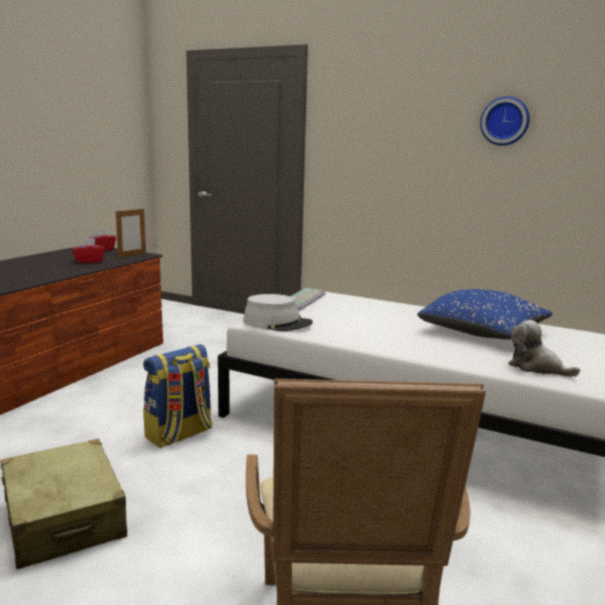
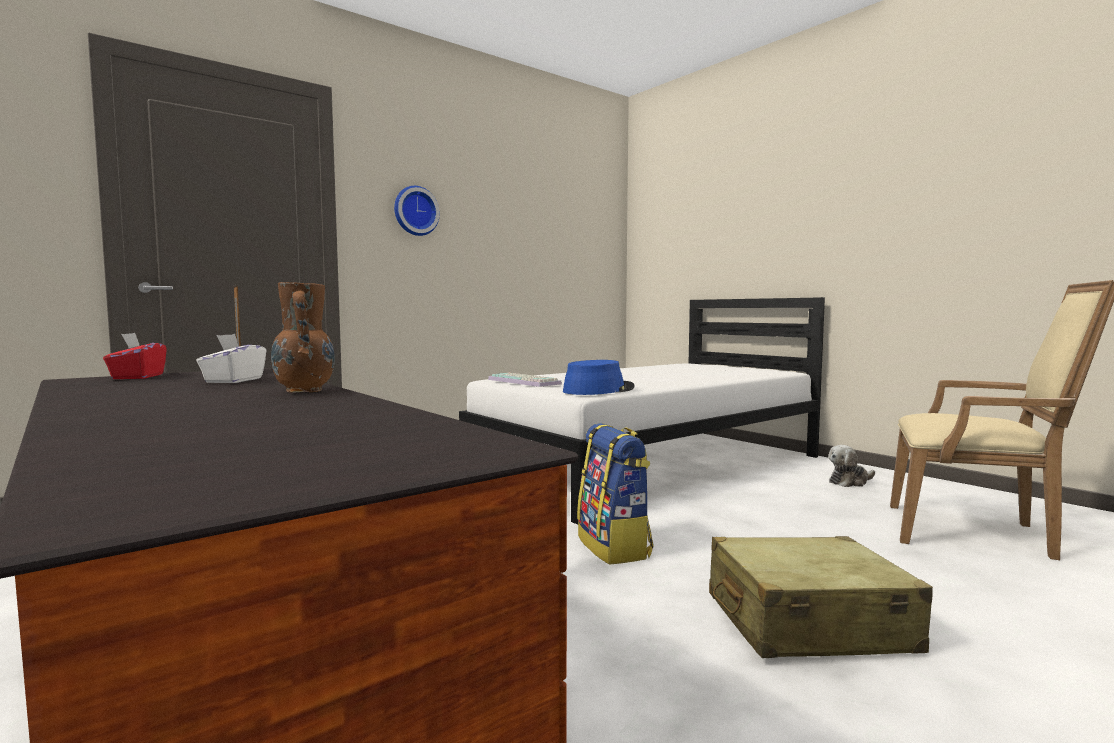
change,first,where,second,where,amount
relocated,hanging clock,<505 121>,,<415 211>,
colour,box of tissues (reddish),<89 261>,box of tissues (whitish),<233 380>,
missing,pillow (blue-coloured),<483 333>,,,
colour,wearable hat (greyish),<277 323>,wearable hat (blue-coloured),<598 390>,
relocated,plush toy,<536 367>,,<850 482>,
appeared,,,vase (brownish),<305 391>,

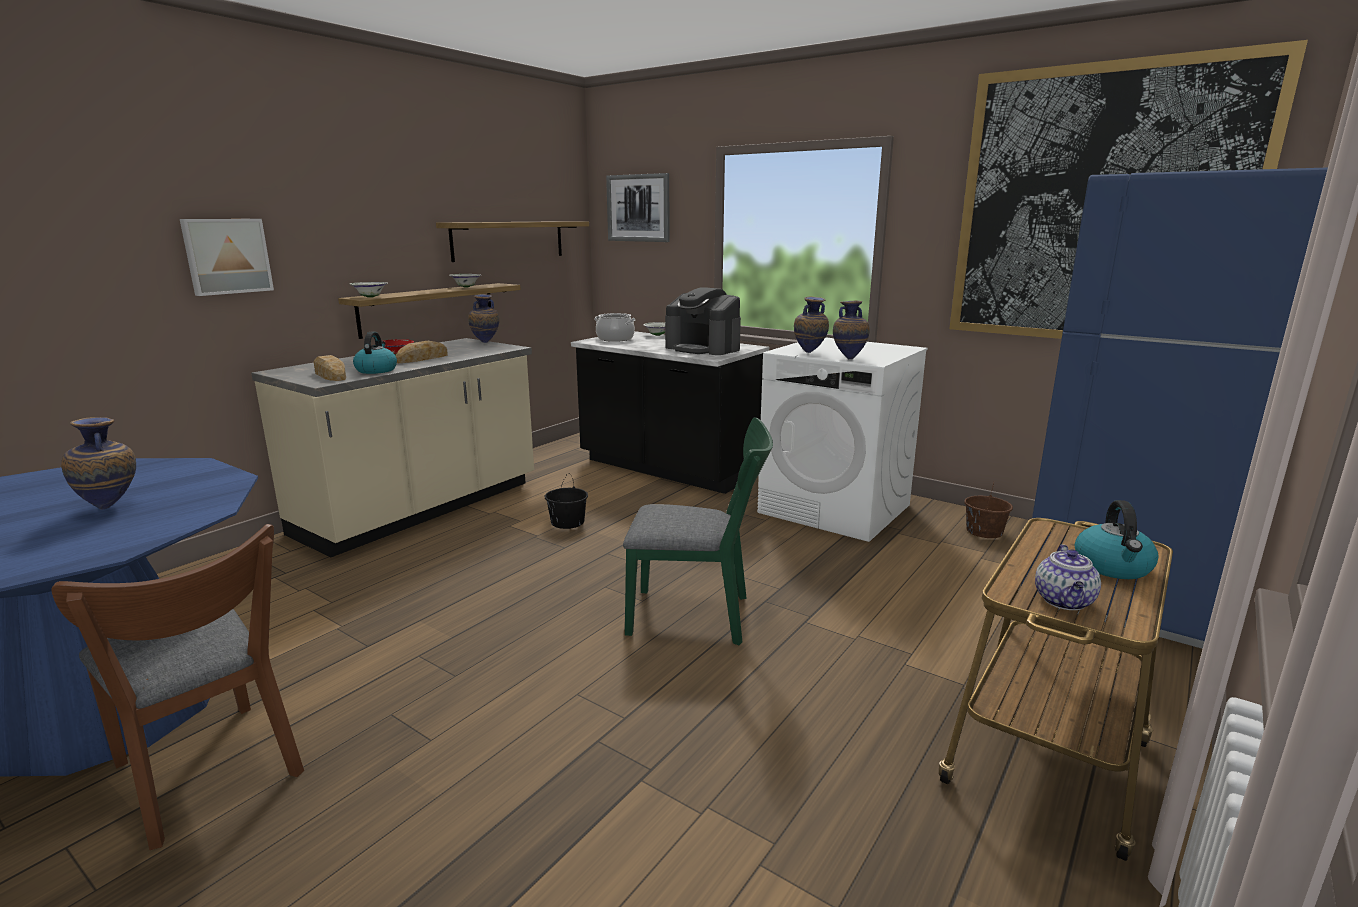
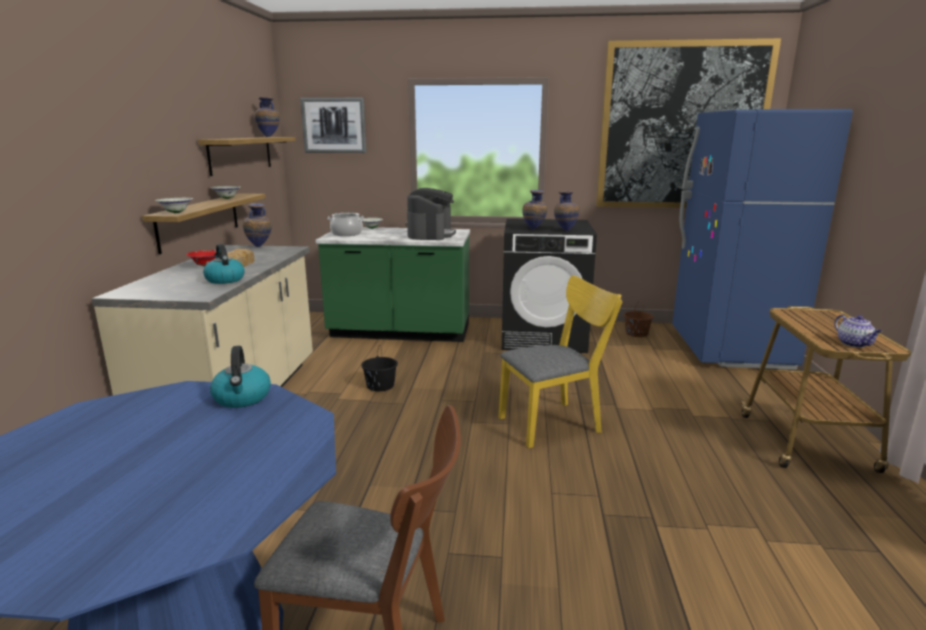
change,first,where,second,where,amount
missing,picture,<227 256>,,,
spun,coffee brewer,<703 348>,,<431 234>,90 degrees counterclockwise
colour,kitchen base unit (blackish),<668 468>,kitchen base unit (green-coloured),<400 332>,
colour,washing machine (whitish),<835 509>,washing machine (blackish),<543 337>,
missing,bread,<331 375>,,,
relocated,vase,<111 507>,,<269 137>,
colour,plain chair (green-coloured),<699 616>,plain chair (yellowish),<555 422>,
relocated,kettle,<1113 567>,,<242 398>,

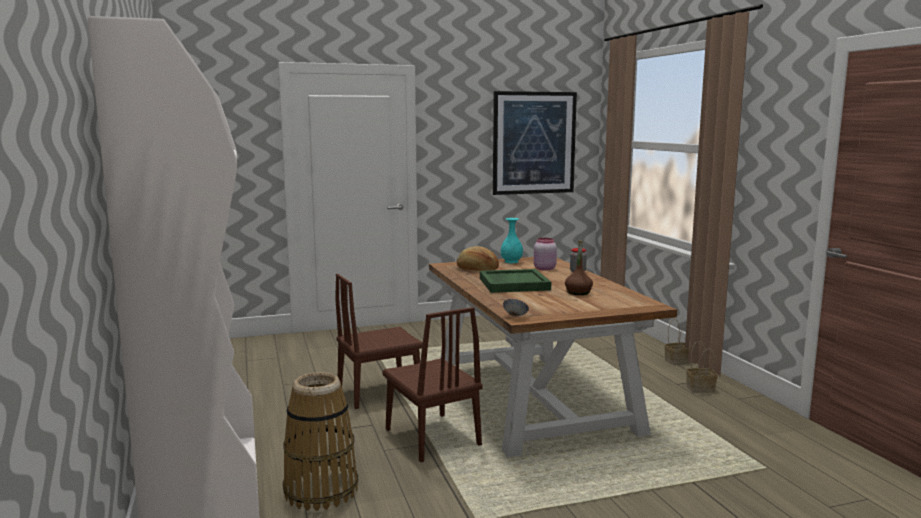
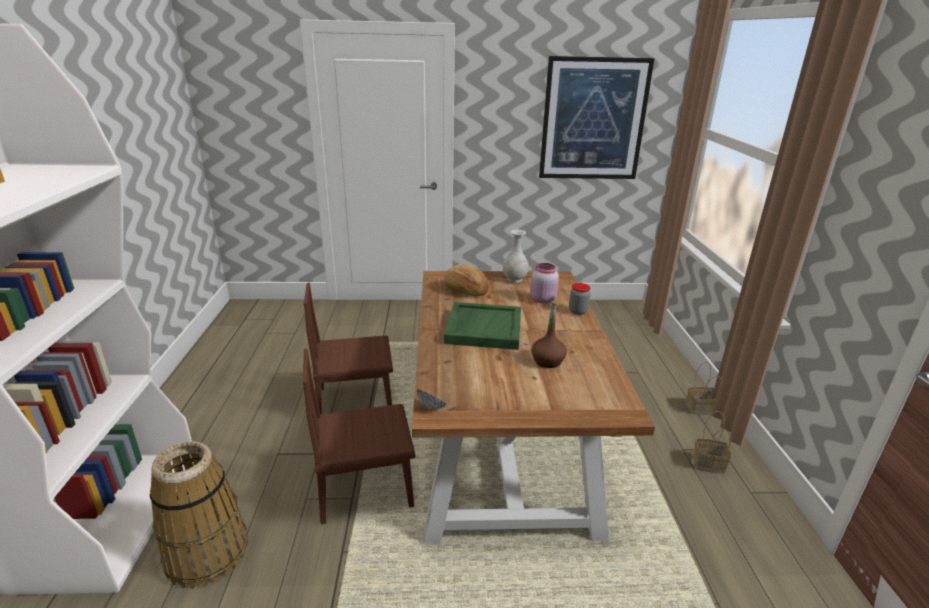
change,first,where,second,where,amount
colour,vase (blue-green),<511 262>,vase (whitish),<515 279>,
spun,plain chair (brownish),<432 437>,,<365 488>,90 degrees clockwise

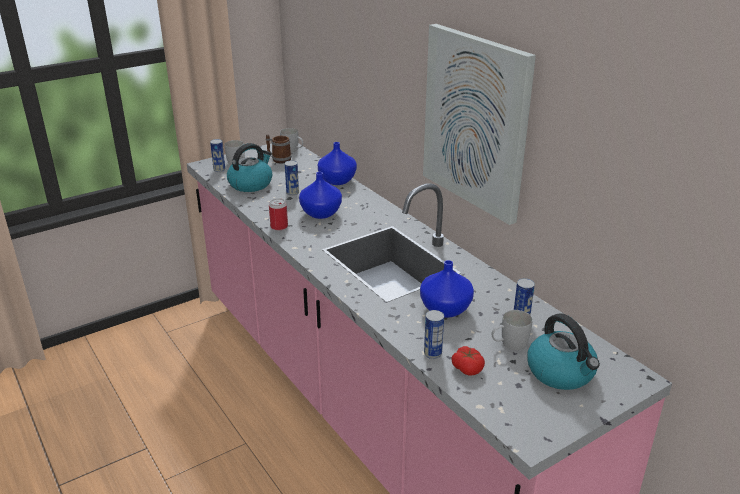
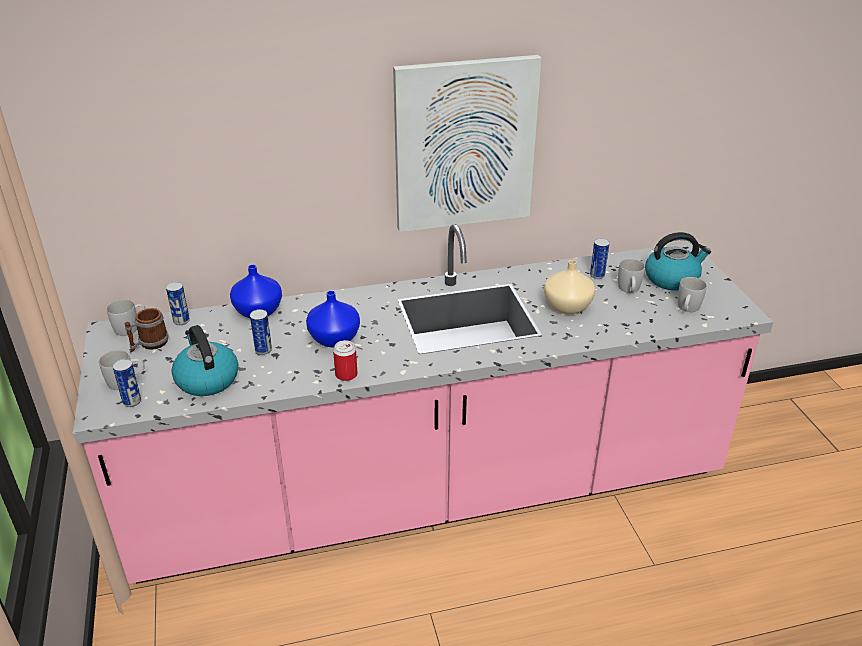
change,first,where,second,where,amount
colour,vase (blue-coloured),<445 308>,vase (sand-coloured),<566 306>,
relocated,can,<432 353>,,<181 321>,
missing,tomato,<467 368>,,,
appeared,,,mug (whitish),<687 309>,

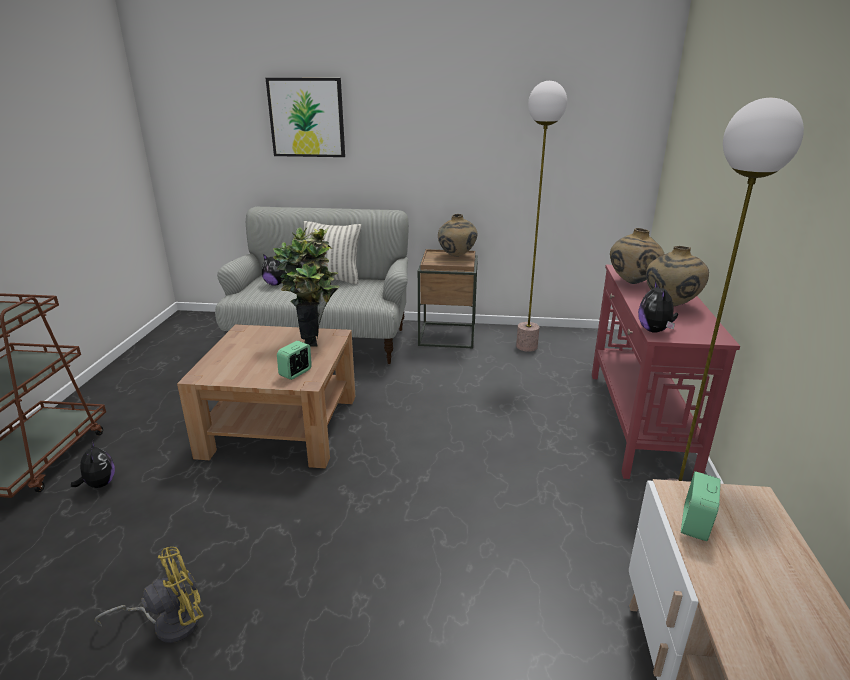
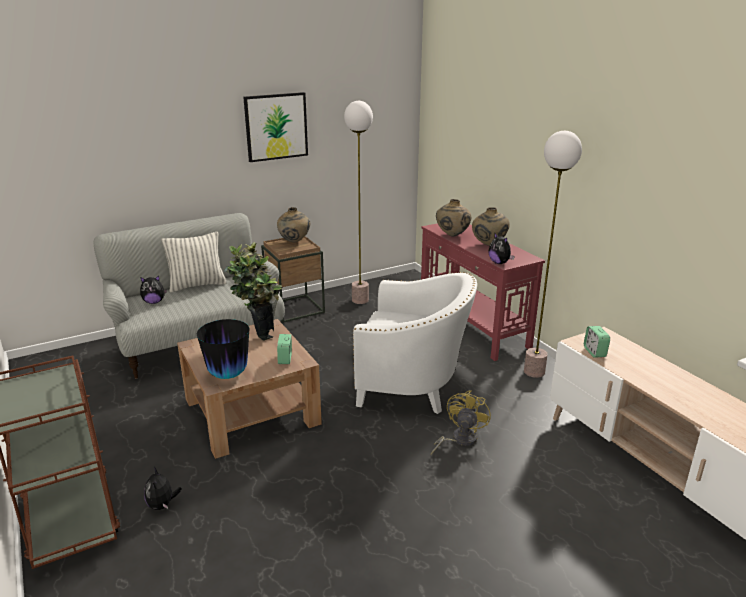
change,first,where,second,where,amount
relocated,picture,<307 117>,,<276 126>,
spun,plush toy,<99 484>,,<162 505>,135 degrees counterclockwise
relocated,fan (yellowish),<169 623>,,<459 440>,
appeared,,,easy chair (whitish),<413 386>,
appeared,,,vase,<228 375>,

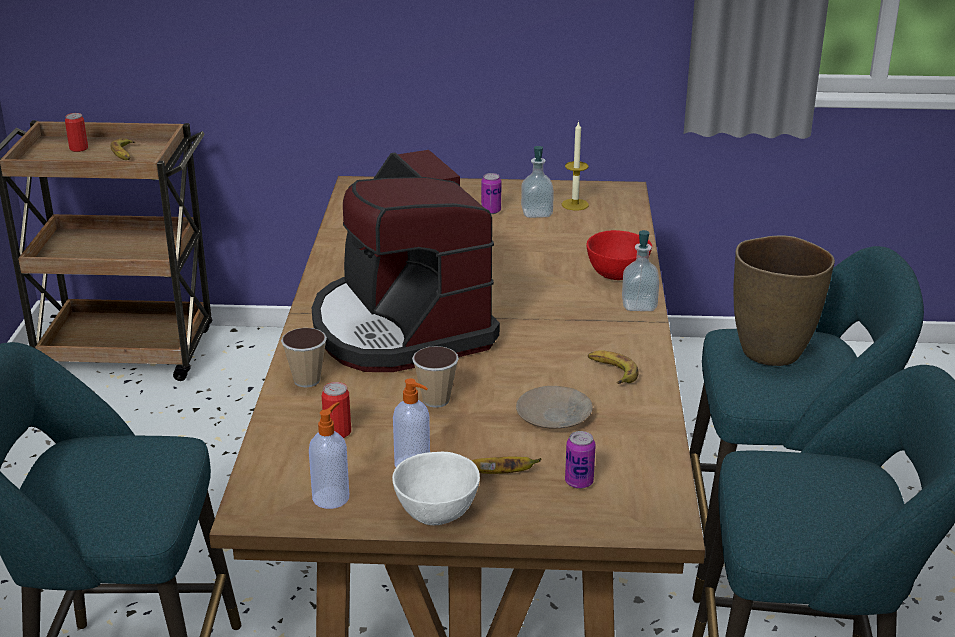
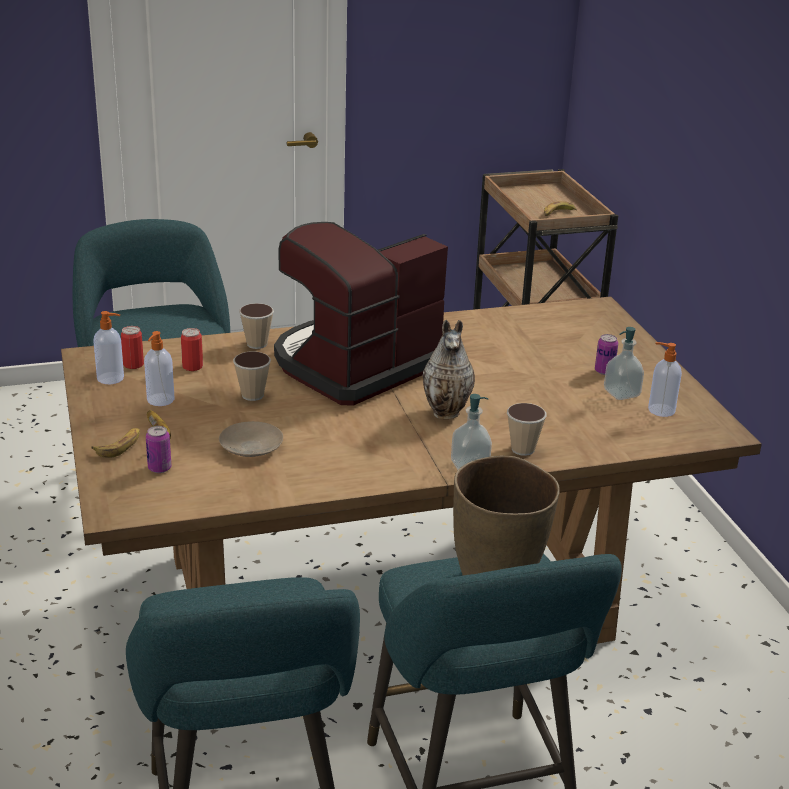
change,first,where,second,where,amount
relocated,can,<79 148>,,<133 364>,
exchanged,wax candle,<575 204>,liquid soap bottle,<660 410>,
exchanged,serving bowl (reddish),<618 275>,drinking cup,<523 449>,
relocated,banana fruit,<611 371>,,<119 446>,
missing,serving bowl (whitish),<437 513>,,,
appeared,,,vase,<447 412>,

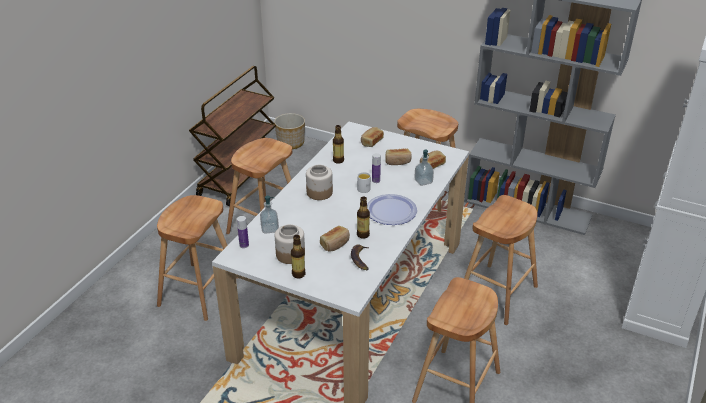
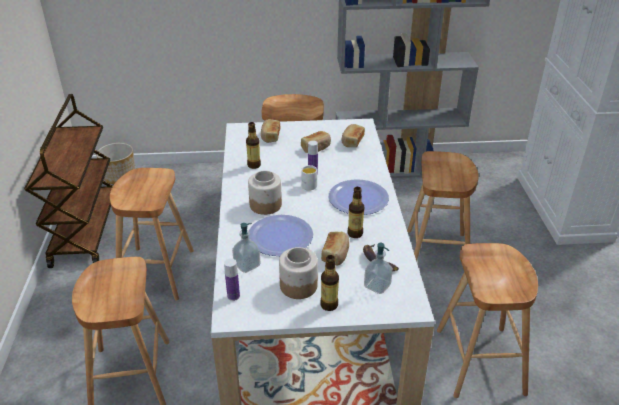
change,first,where,second,where,amount
relocated,liquid soap bottle,<423 181>,,<377 286>,
appeared,,,dinner plate,<280 237>,

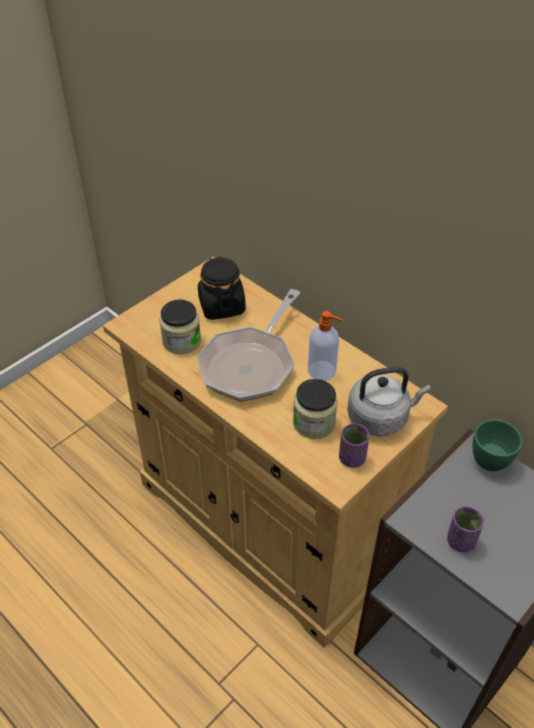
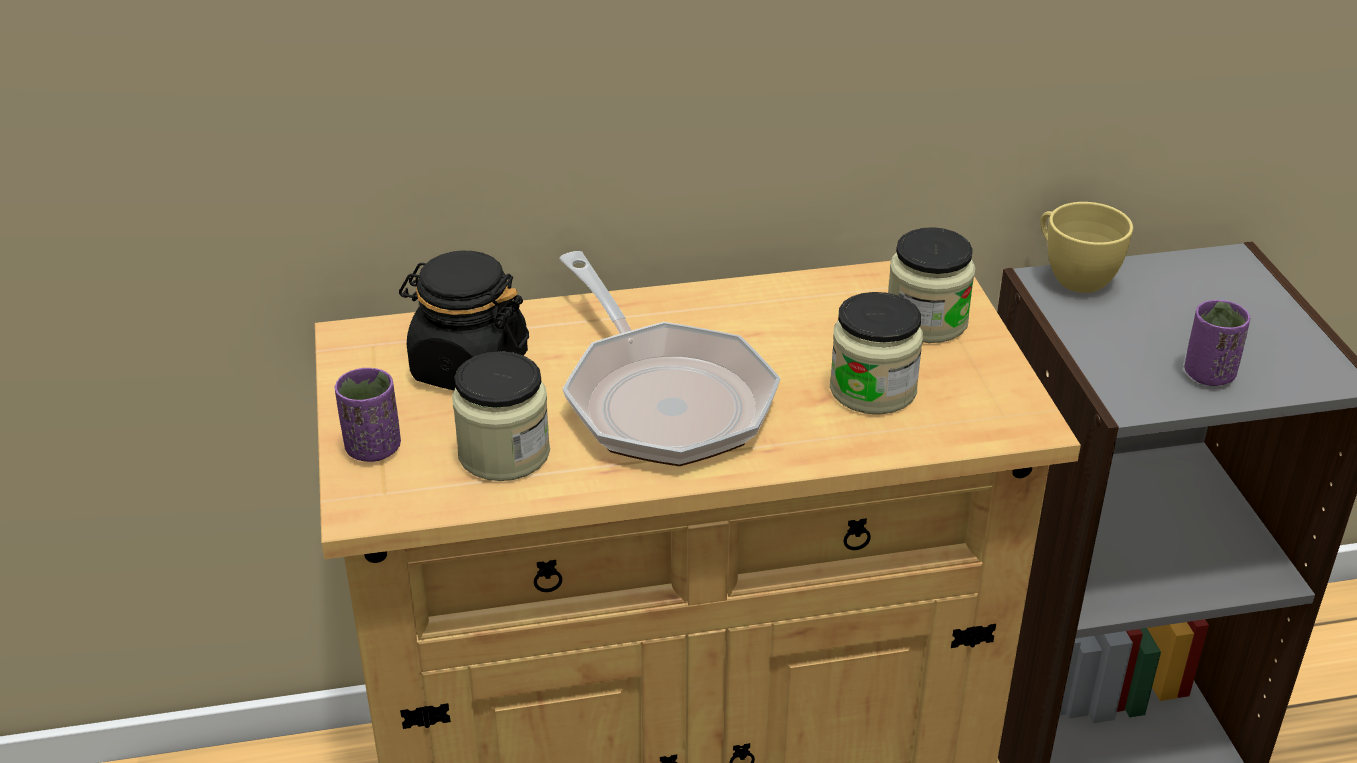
change,first,where,second,where,amount
missing,liquid soap bottle,<322 371>,,,
exchanged,kettle (greyish),<380 418>,storage jar,<926 321>,
colour,drinking cup (green-coloured),<490 456>,drinking cup (yellowish),<1073 276>,
relocated,drinking cup (purple),<352 458>,,<373 448>,

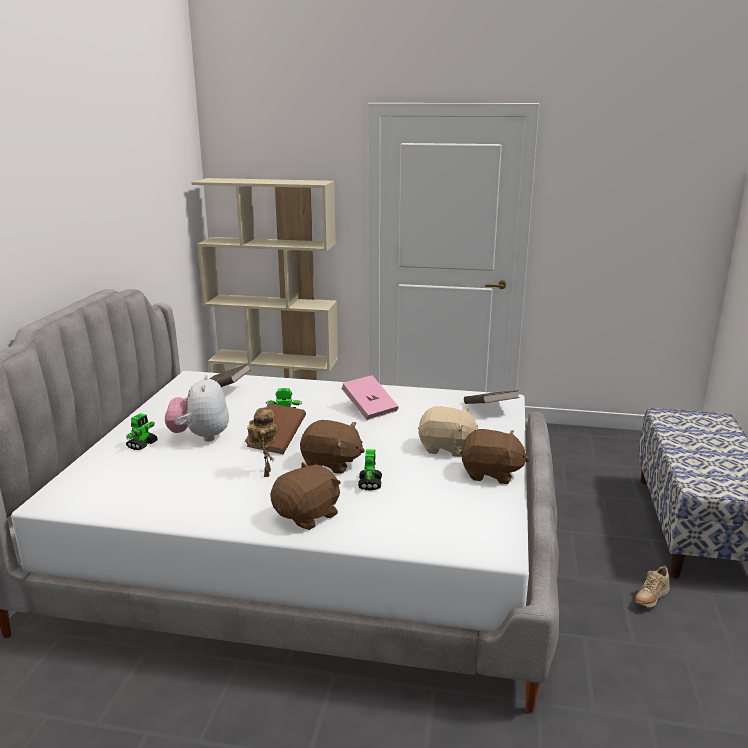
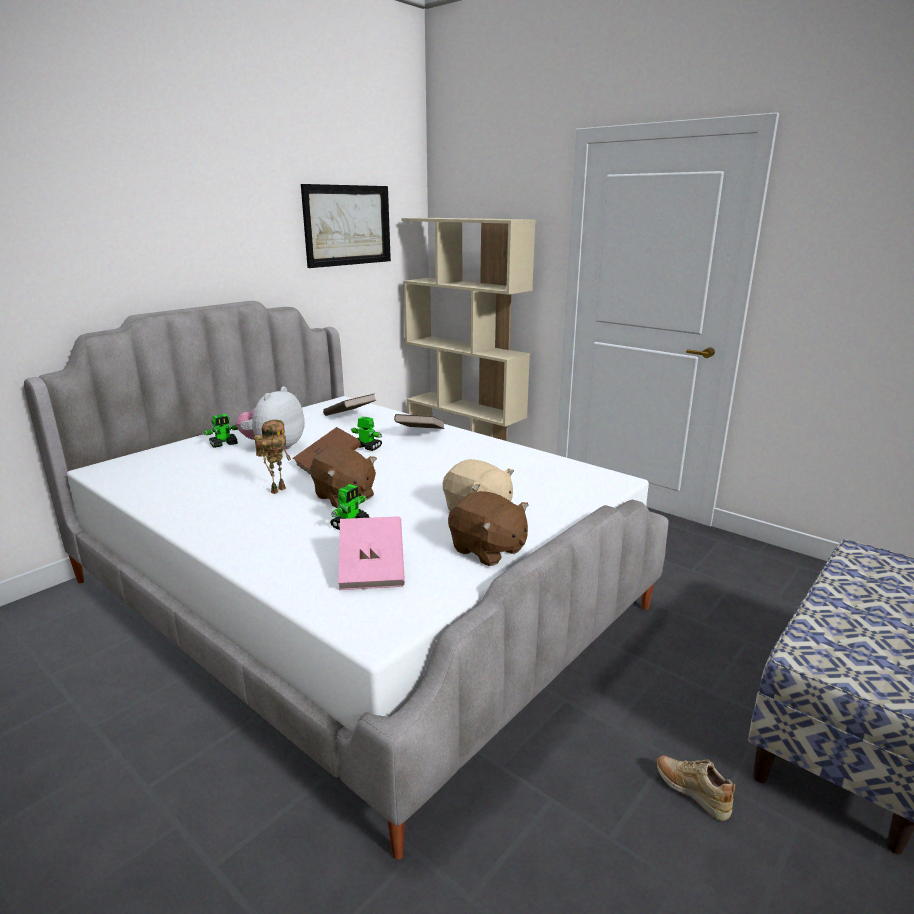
change,first,where,second,where,amount
relocated,volume (pink-coloured),<370 409>,,<372 570>,
relocated,volume (brownish),<489 409>,,<420 434>,
missing,plush toy (brownish),<308 515>,,,
spun,low shoe (sand-coloured),<650 599>,,<692 793>,60 degrees clockwise
appeared,,,picture,<347 225>,

